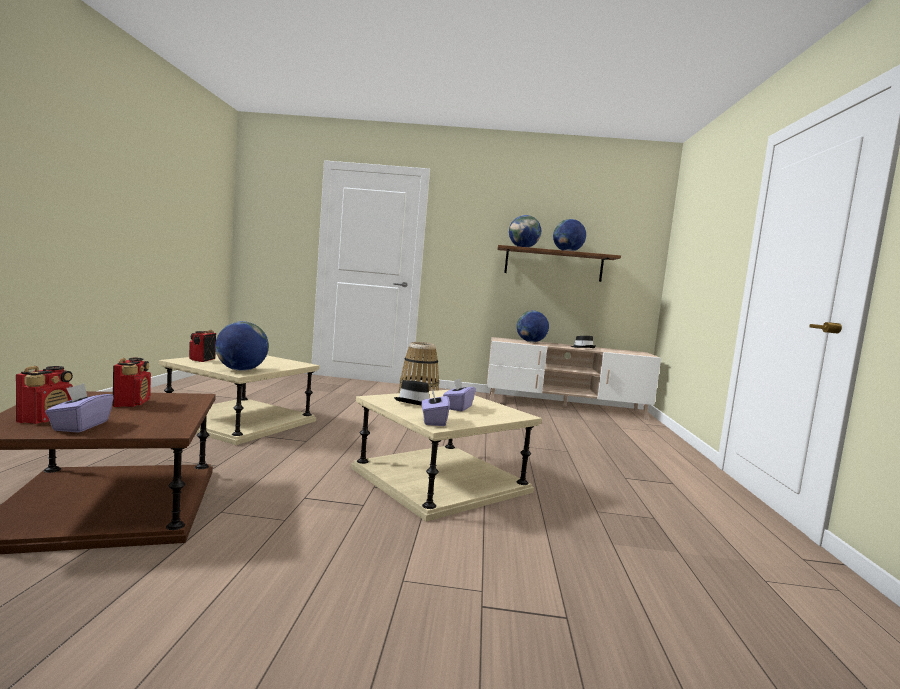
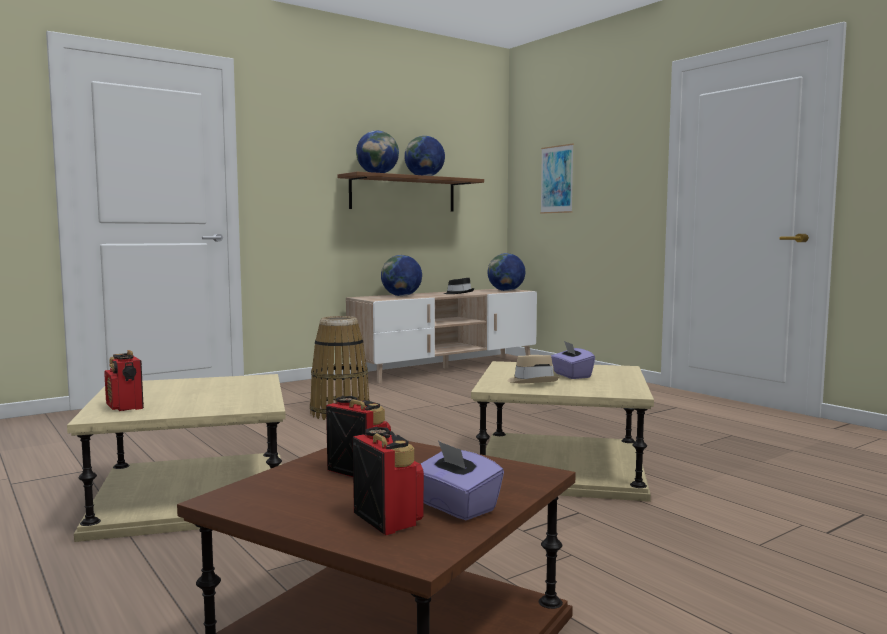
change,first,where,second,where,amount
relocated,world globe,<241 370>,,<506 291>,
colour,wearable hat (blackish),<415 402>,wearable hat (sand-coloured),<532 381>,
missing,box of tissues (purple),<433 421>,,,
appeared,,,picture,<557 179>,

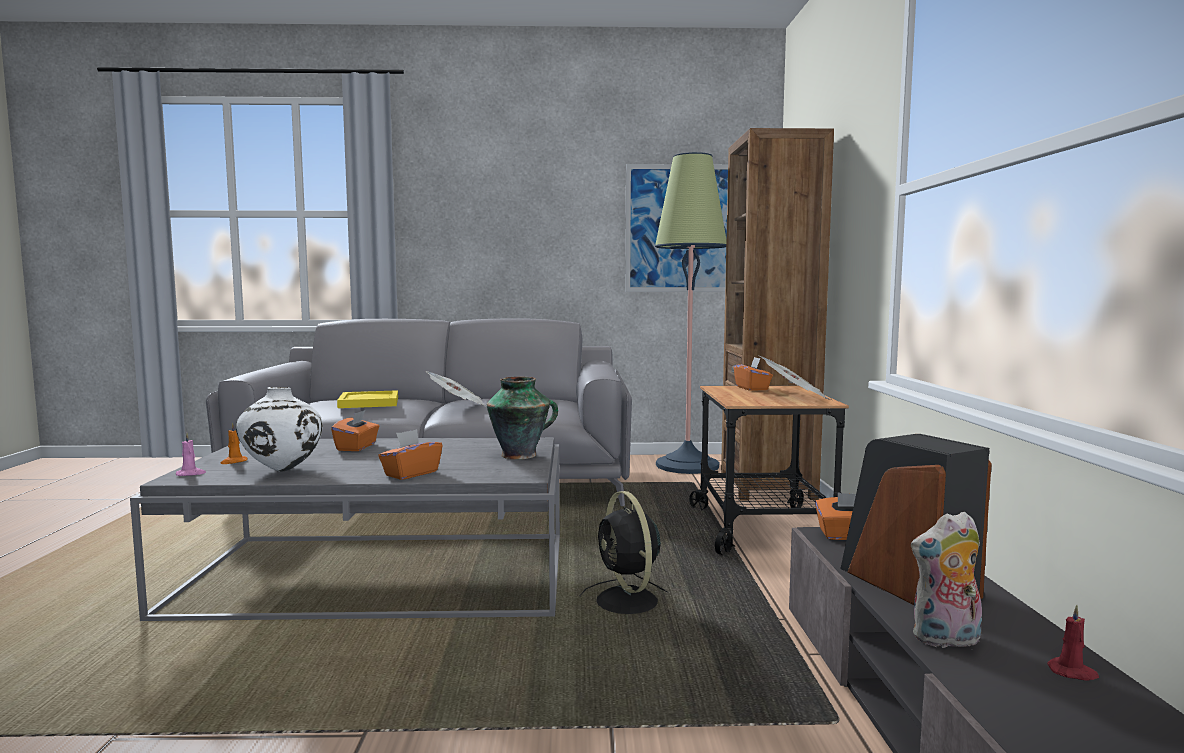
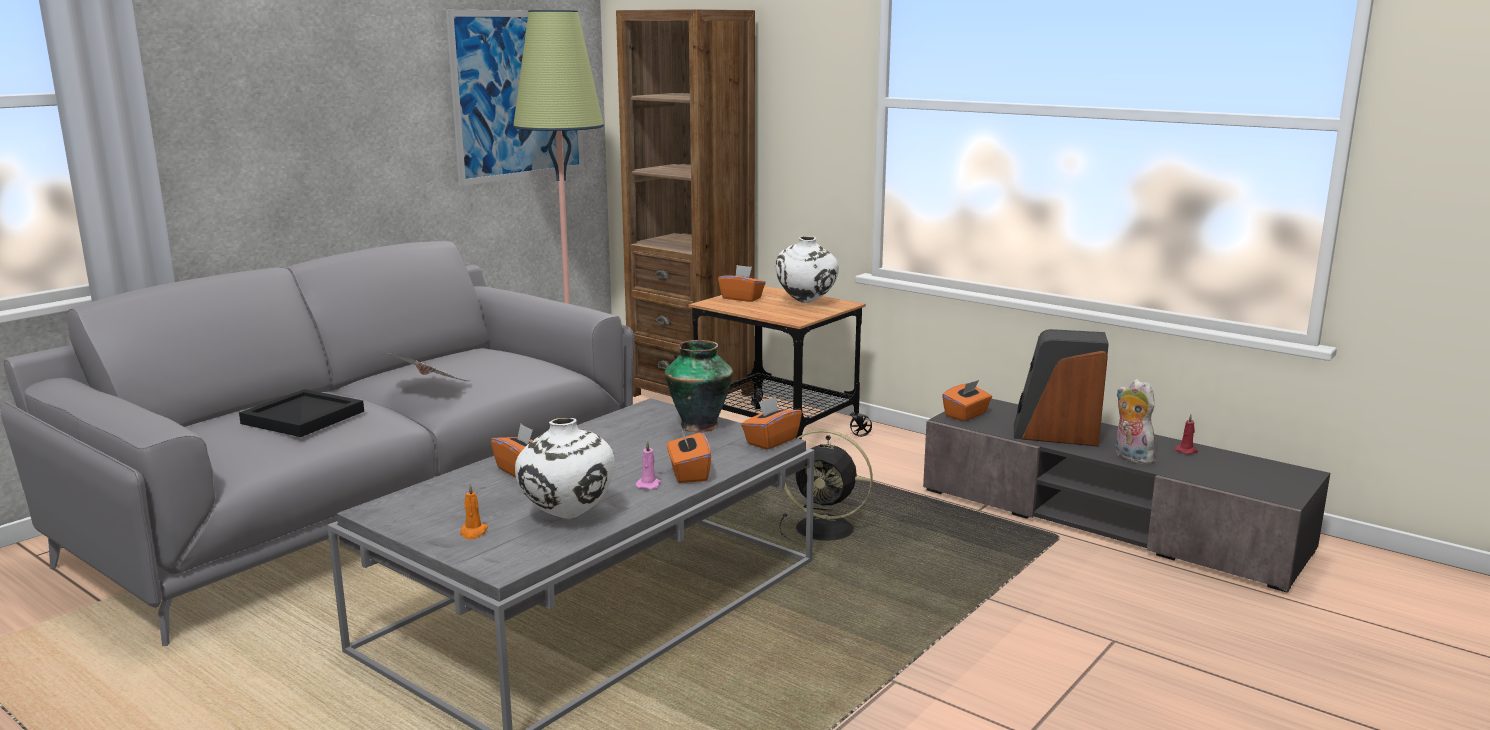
change,first,where,second,where,amount
exchanged,newspaper,<794 397>,vase (whitish),<806 302>,
colour,serving tray (yellowish),<370 402>,serving tray (blackish),<303 417>,
relocated,wax candle (pink-coloured),<191 474>,,<649 485>,
spun,plush toy,<946 640>,,<1130 457>,120 degrees clockwise
appeared,,,box of tissues (orange-coloured),<771 441>,

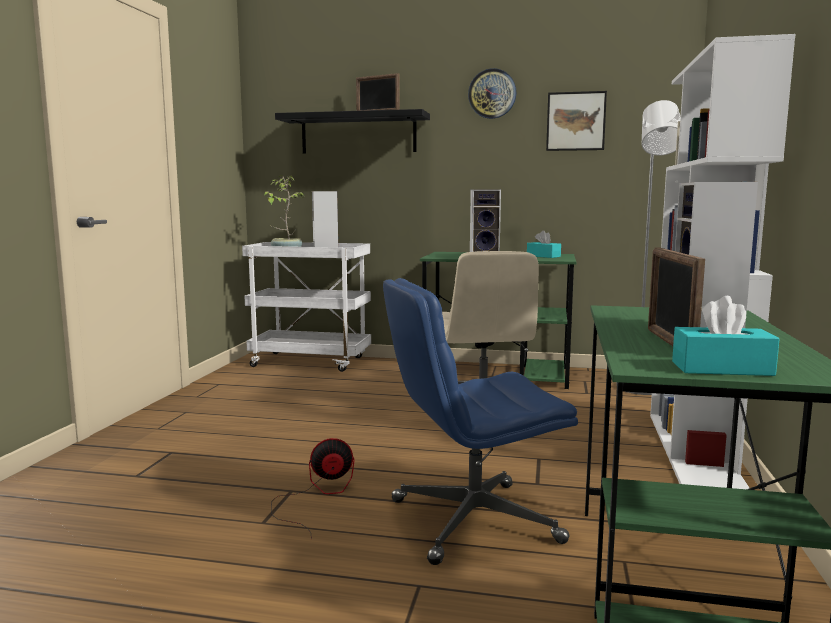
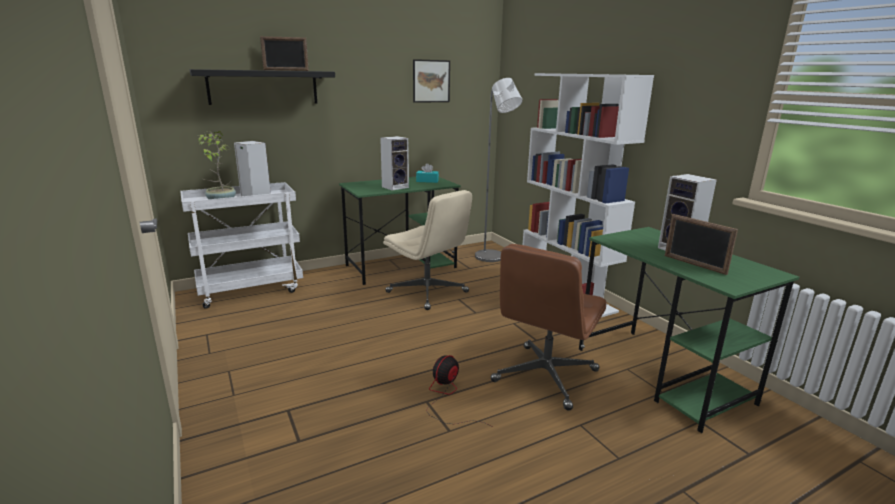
change,first,where,second,where,amount
missing,hanging clock,<492 94>,,,
colour,office chair (blue-coloured),<472 522>,office chair (brownish),<545 377>,
missing,box of tissues (blue-green),<722 368>,,,

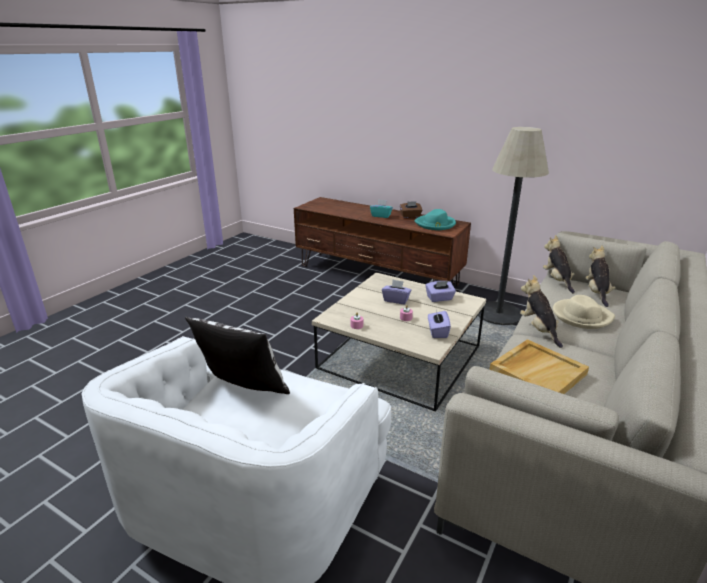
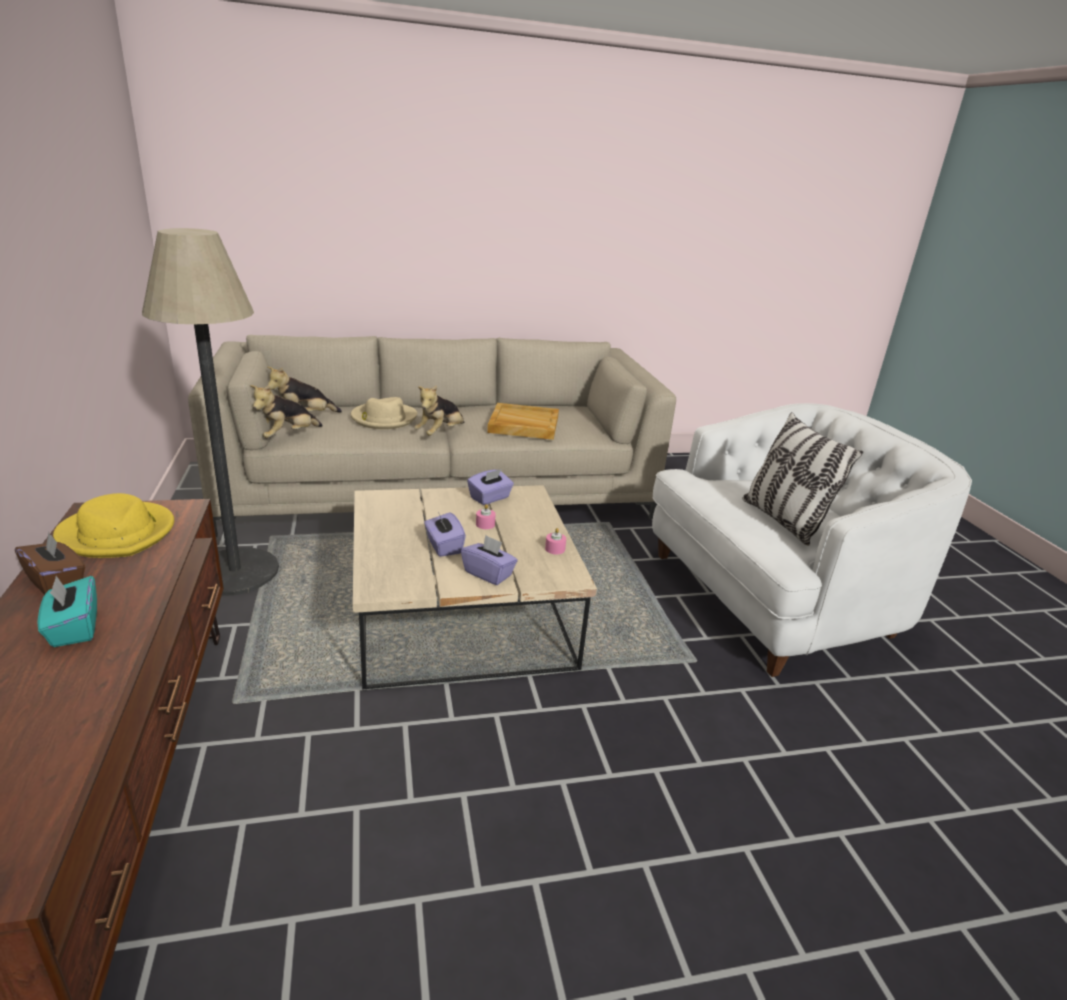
change,first,where,second,where,amount
colour,wearable hat (blue-green),<435 224>,wearable hat (yellowish),<118 534>,
relocated,box of tissues (purple),<439 298>,,<488 574>,

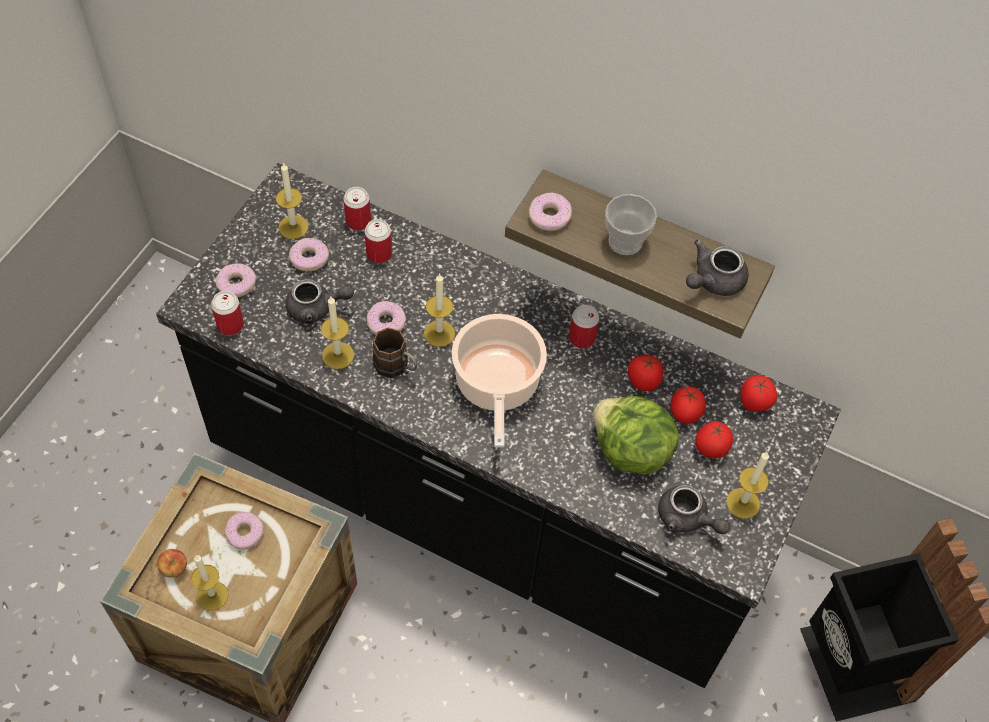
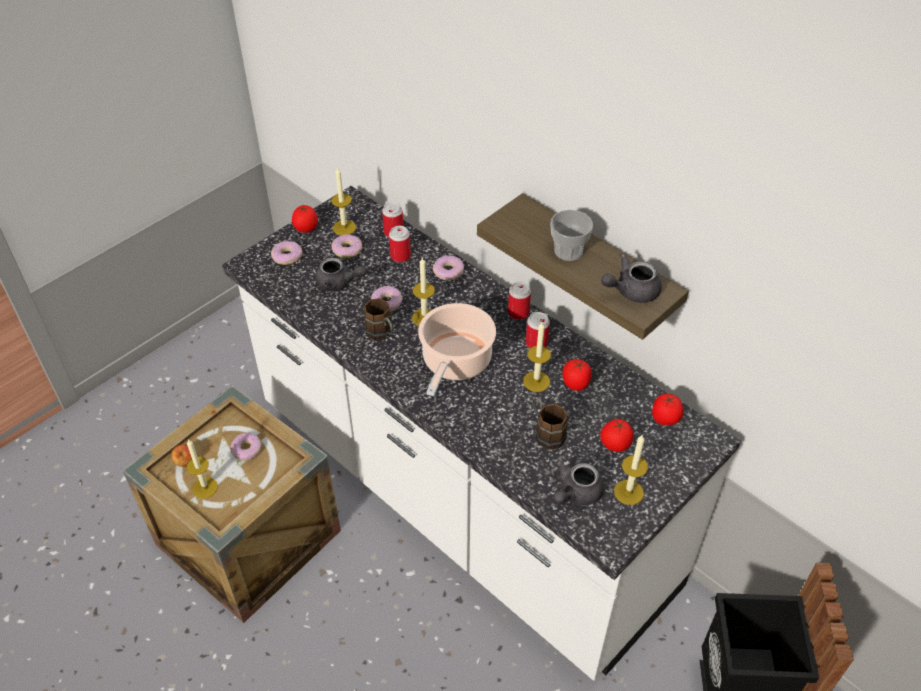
change,first,where,second,where,amount
colour,kitchen base unit (blackish),<484 505>,kitchen base unit (whitish),<460 497>,
relocated,doughnut,<550 217>,,<448 272>,
relocated,can,<230 325>,,<518 313>,
relocated,wax candle,<338 355>,,<536 381>,
relocated,tomato,<684 414>,,<306 229>,
exchanged,head of lettuce,<630 451>,mug (brownish),<545 432>,
spun,pot for tea (greyish),<687 519>,,<576 493>,75 degrees clockwise

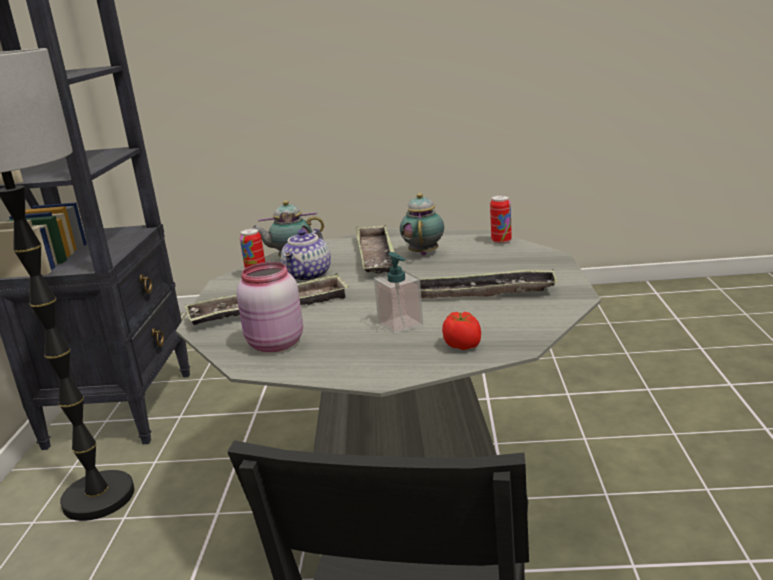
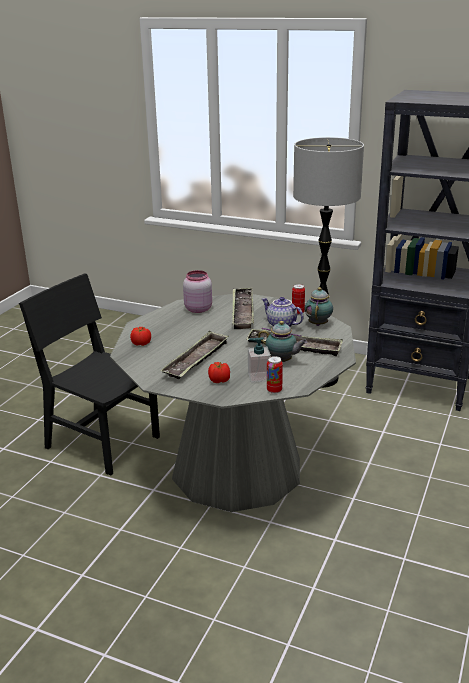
change,first,where,second,where,amount
relocated,liquid soap bottle,<400 324>,,<258 377>,
appeared,,,tomato,<219 380>,

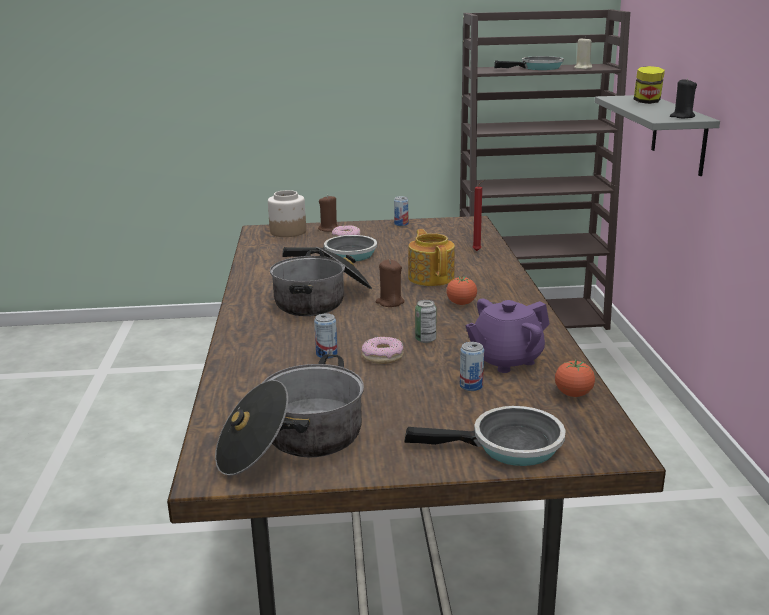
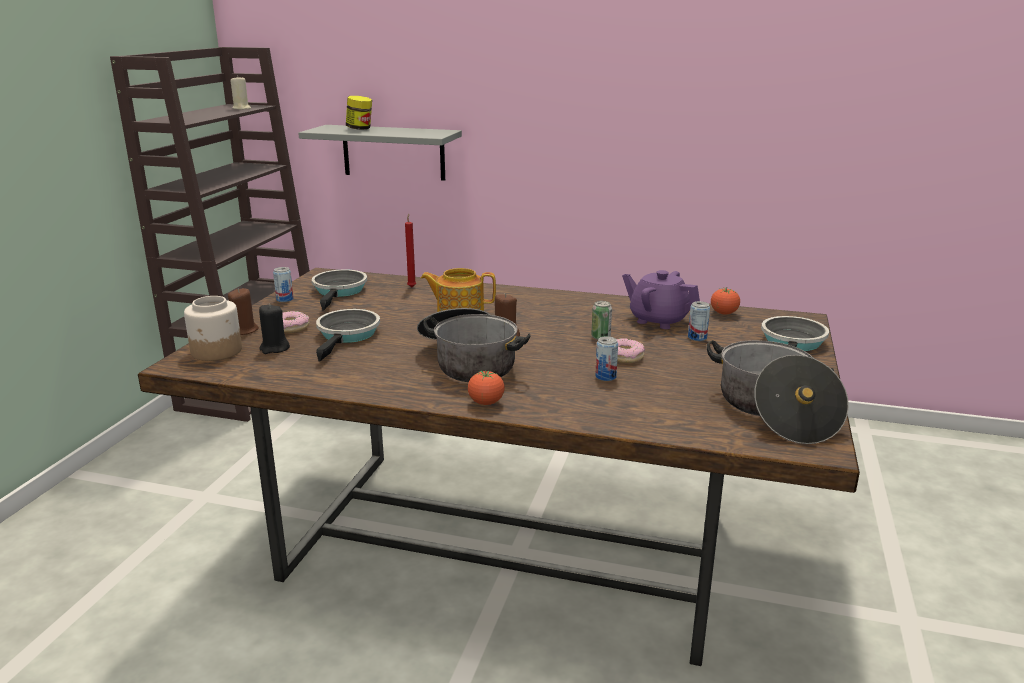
change,first,where,second,where,amount
relocated,frying pan,<538 68>,,<339 291>,
relocated,wax candle (blackish),<682 117>,,<274 348>,
relocated,tomato,<461 303>,,<486 403>,
spun,pot for tea (purple),<505 360>,,<658 320>,135 degrees clockwise

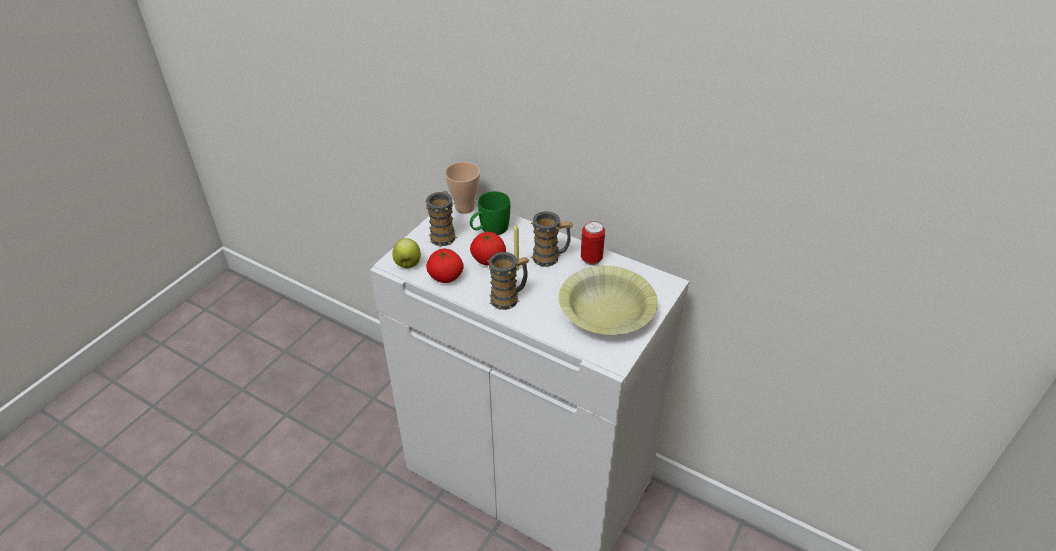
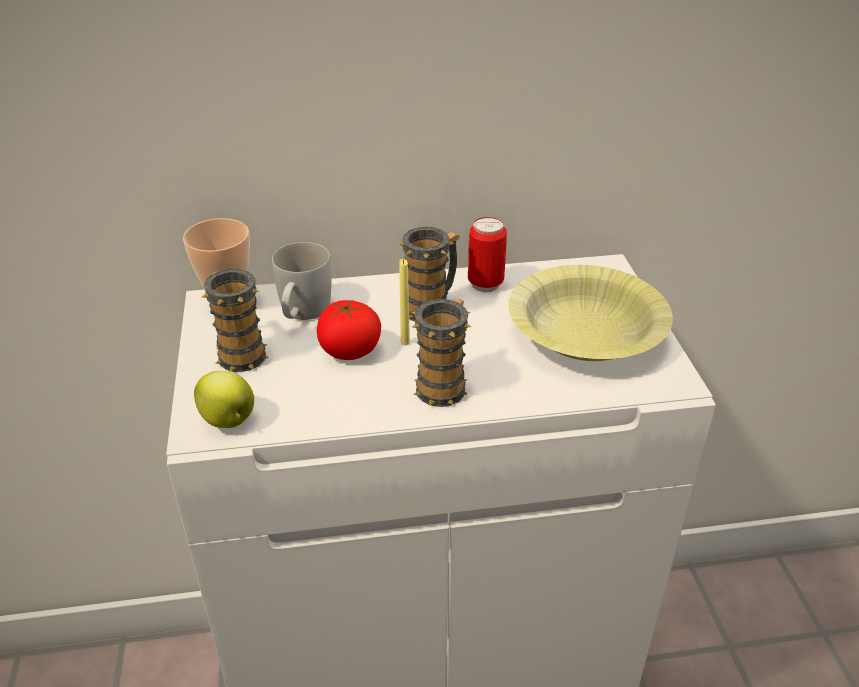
change,first,where,second,where,amount
colour,mug (green-coloured),<489 230>,mug (whitish),<302 313>,
missing,tomato,<446 277>,,,

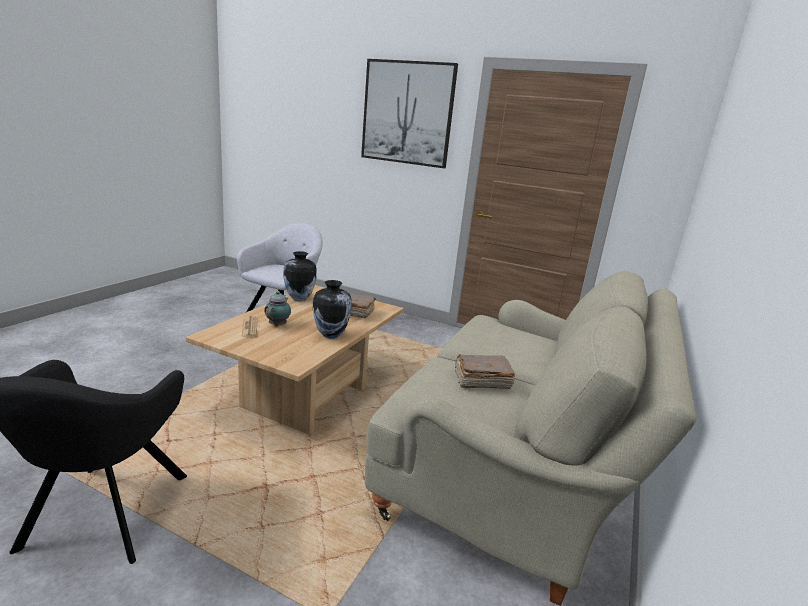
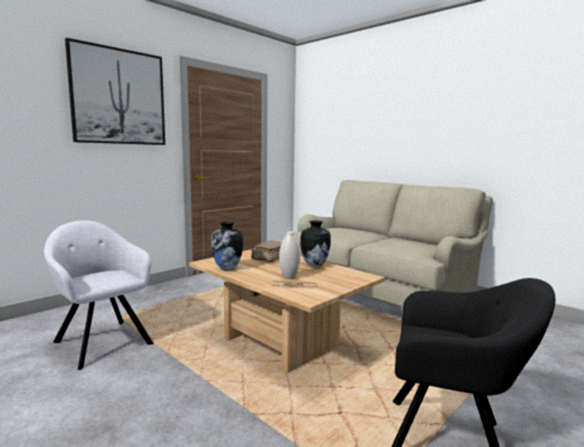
change,first,where,second,where,amount
exchanged,pot for tea,<278 324>,vase (whitish),<289 277>,
missing,volume (brownish),<481 381>,,,

